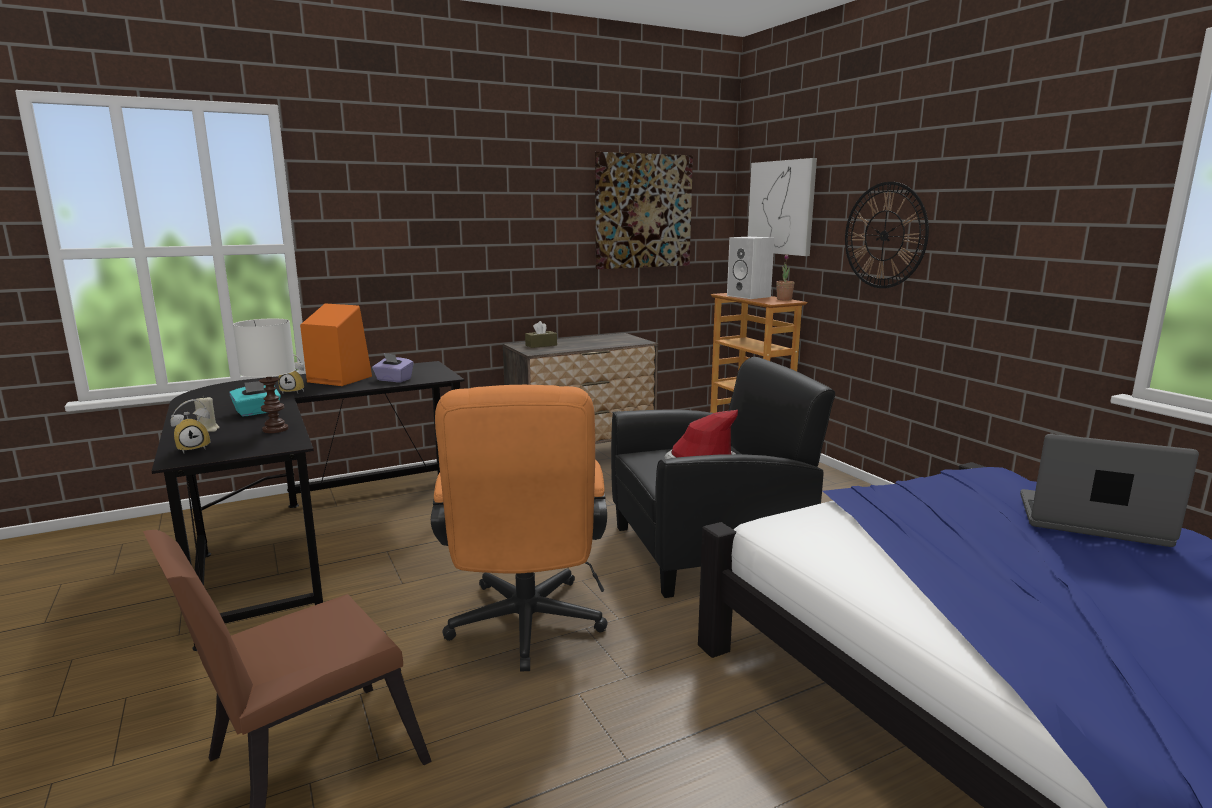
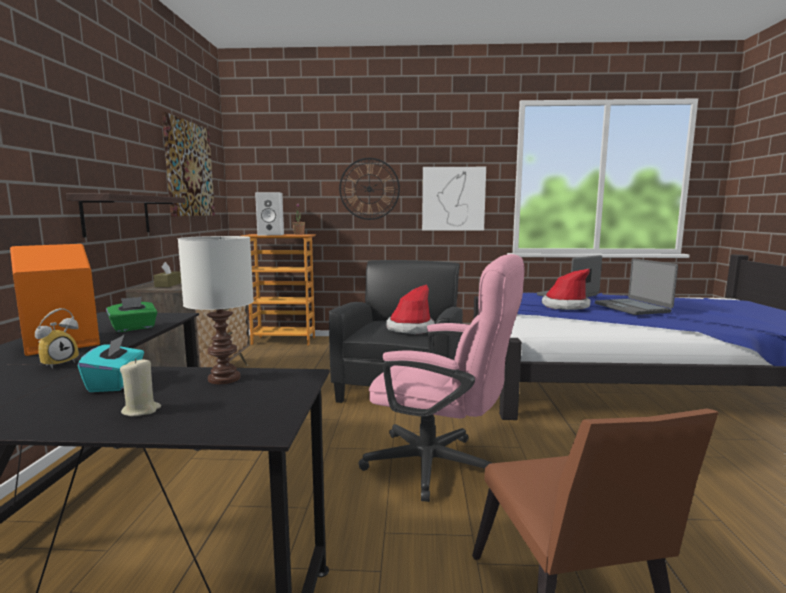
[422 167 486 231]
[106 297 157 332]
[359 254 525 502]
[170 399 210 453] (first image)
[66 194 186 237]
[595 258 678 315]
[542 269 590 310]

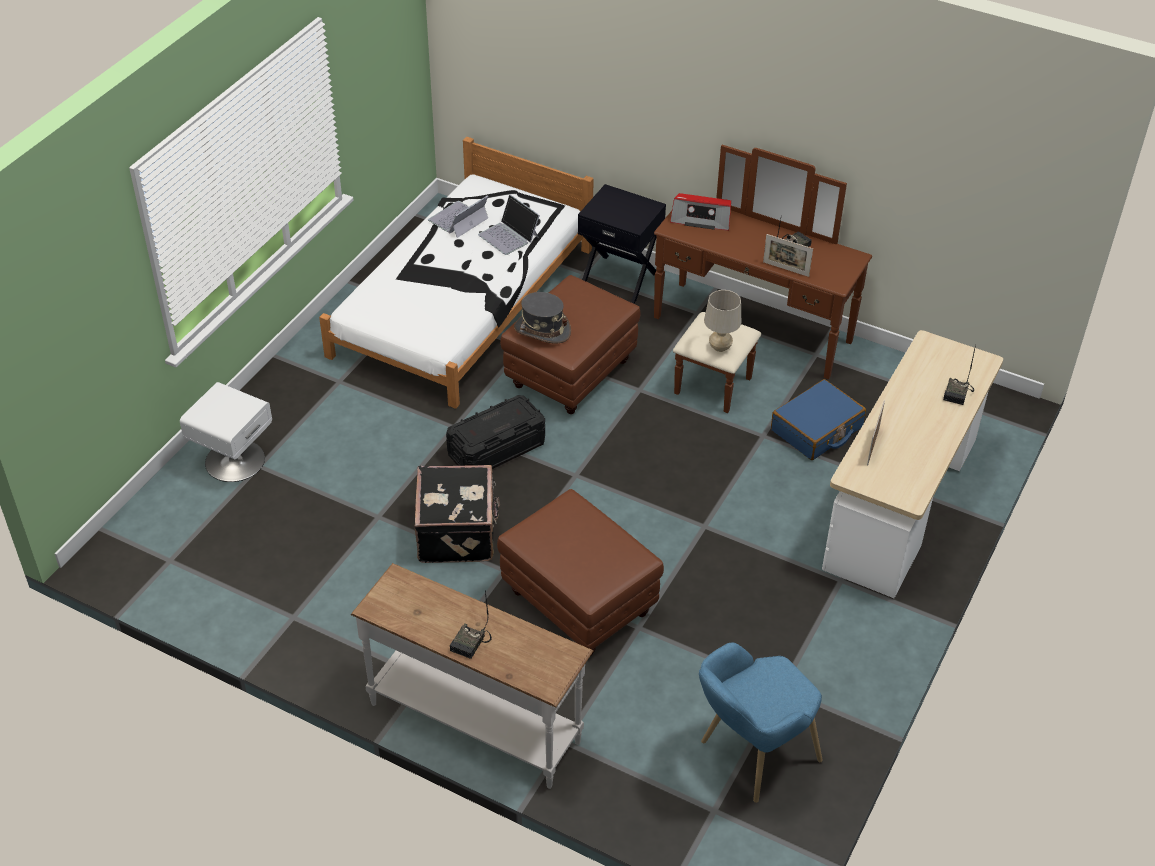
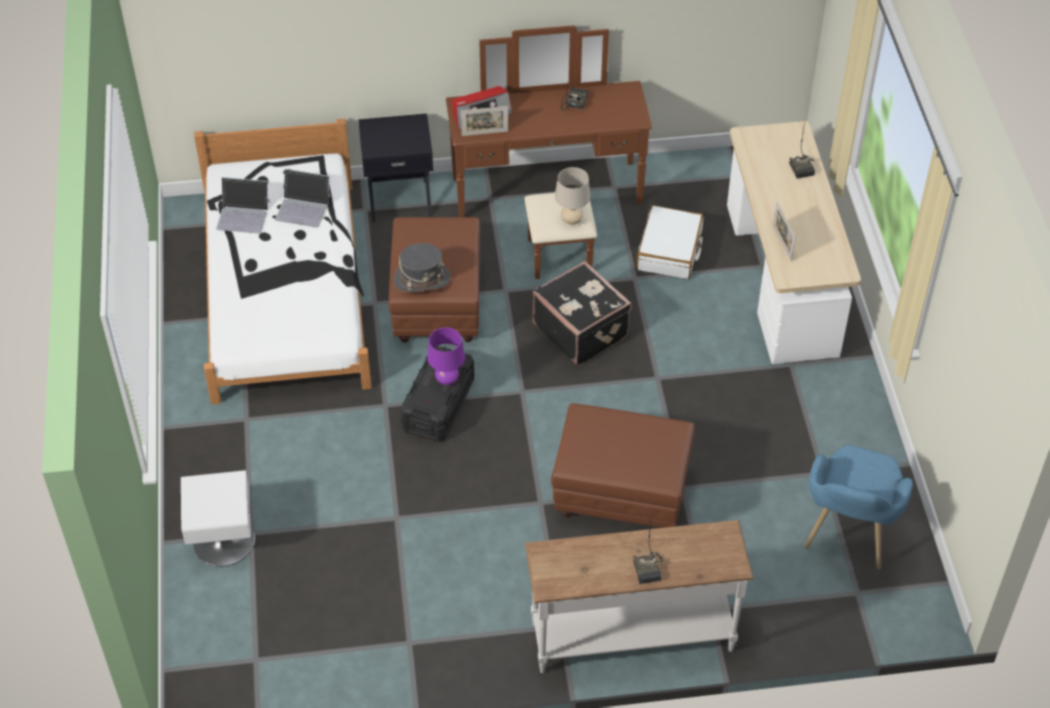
[216 177 270 234]
[461 106 508 136]
[637 205 703 279]
[533 261 632 366]
[427 327 465 385]

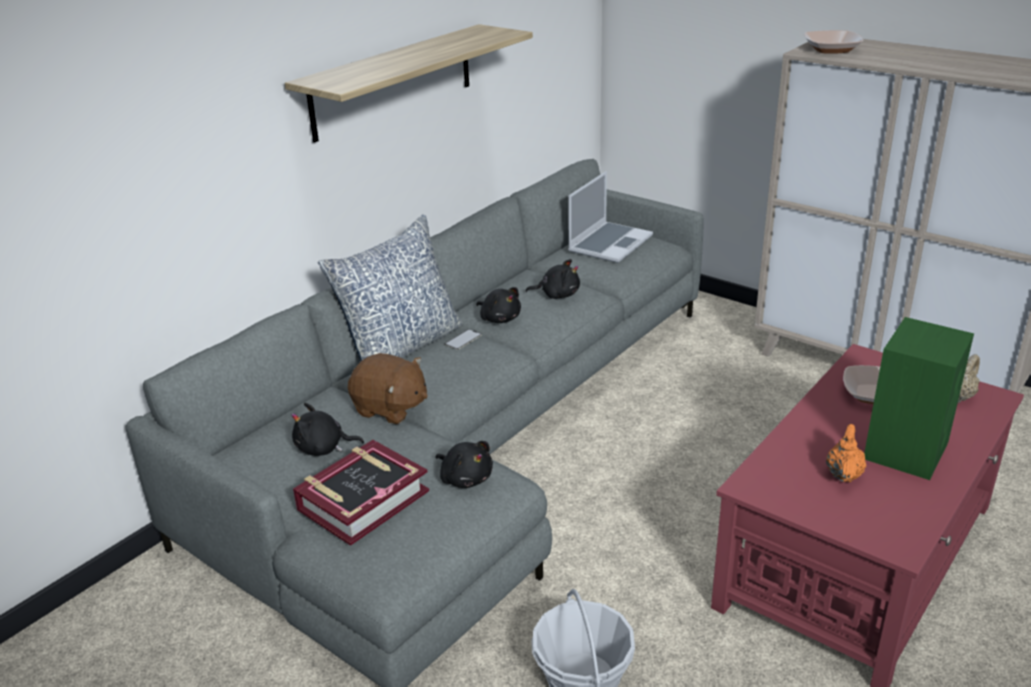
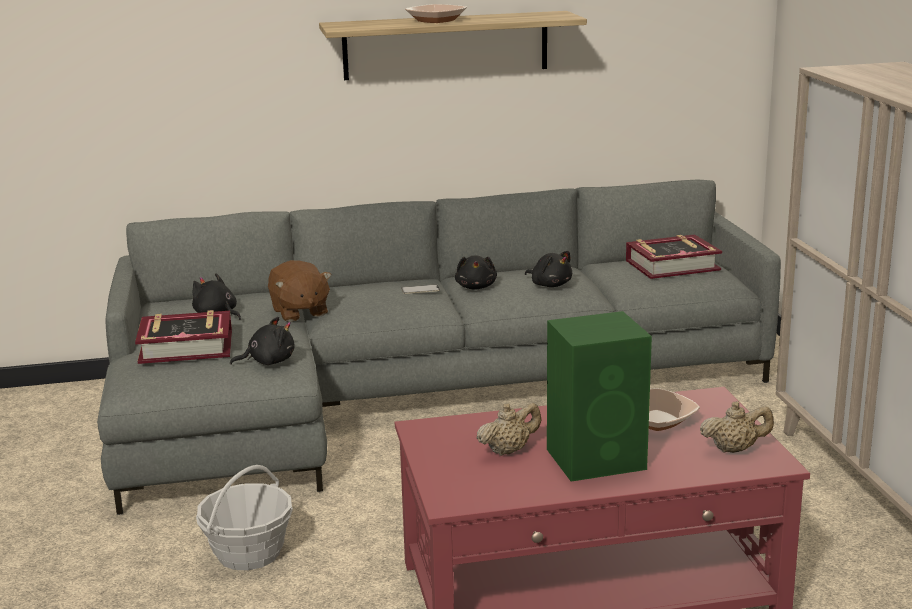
[405 4 467 23]
[626 235 722 279]
[318 215 463 361] (first image)
[477 403 541 456]
[230 317 294 365]

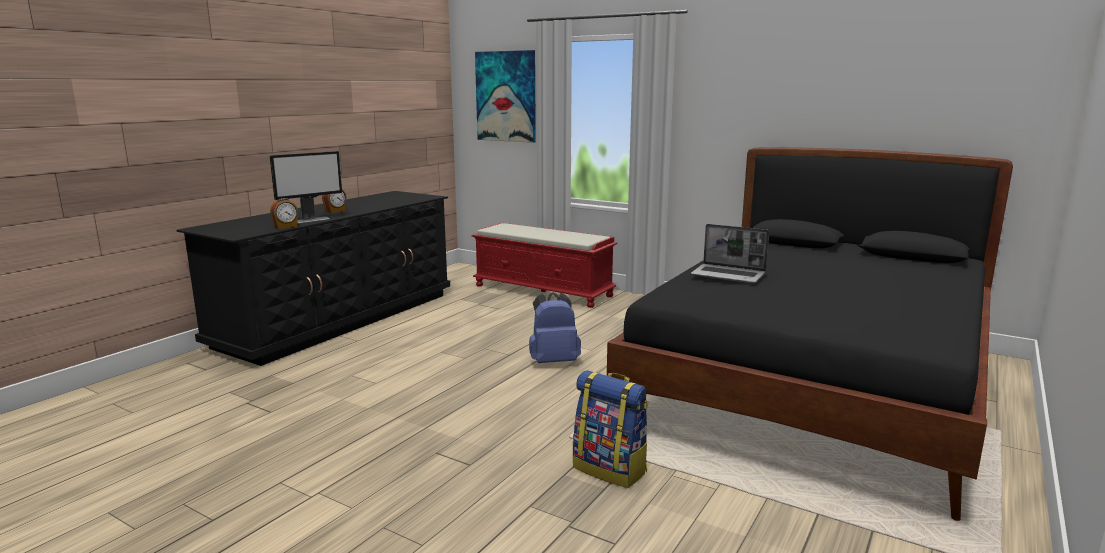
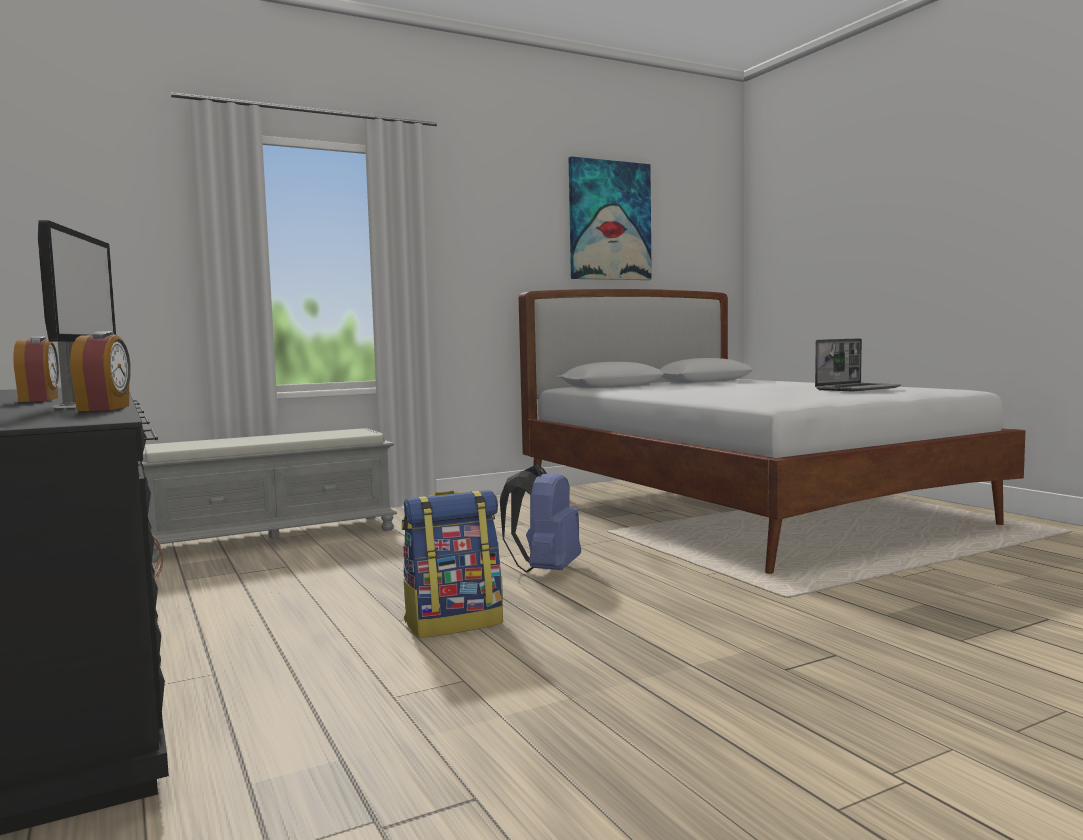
[569 156 652 280]
[519 289 1026 574]
[142 428 397 563]
[815 338 901 391]
[402 490 503 638]

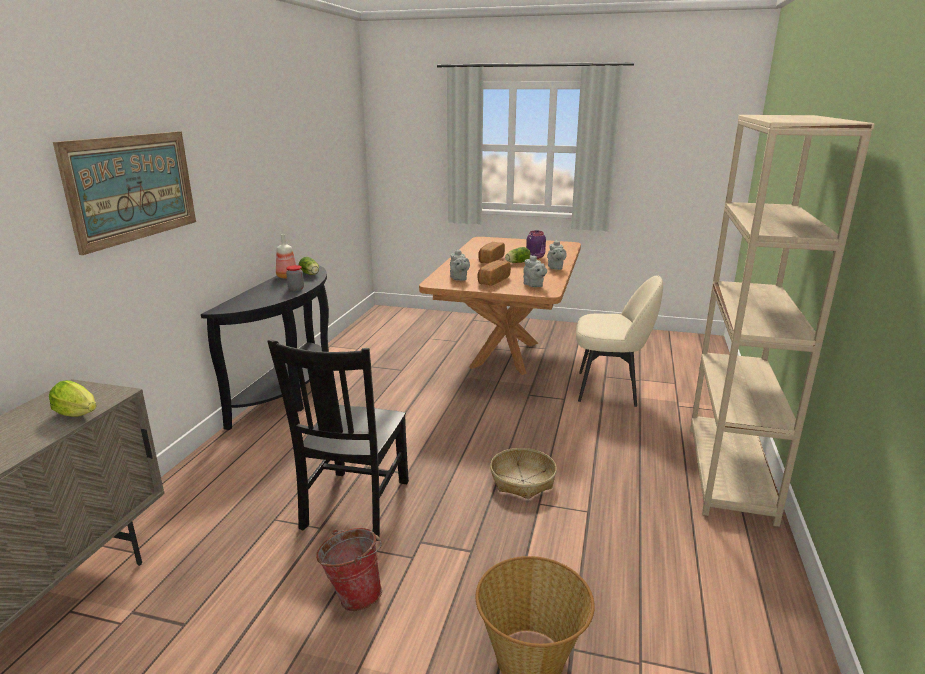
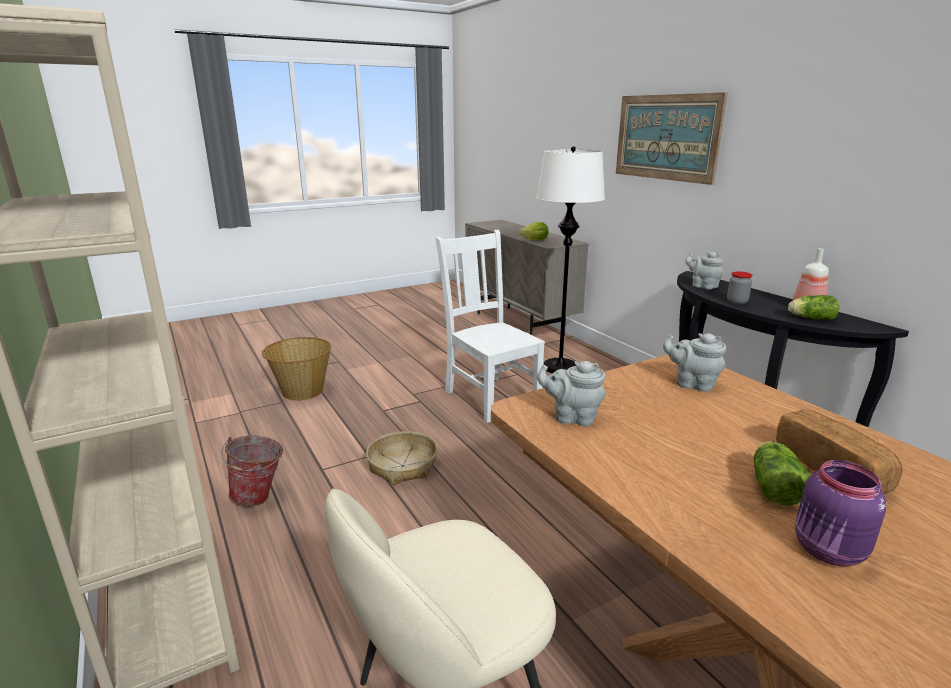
[685 251 724 289]
[478 260 511 286] (first image)
[436 230 545 423]
[221 436 283 506]
[536 146 605 373]

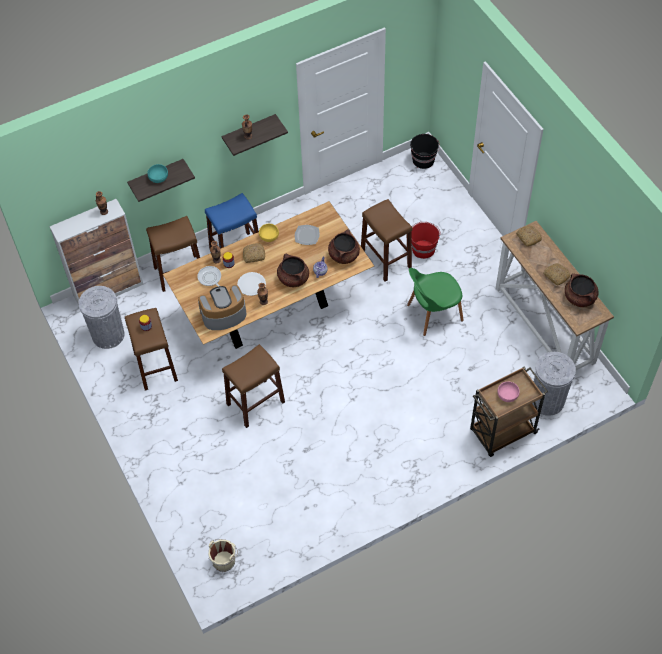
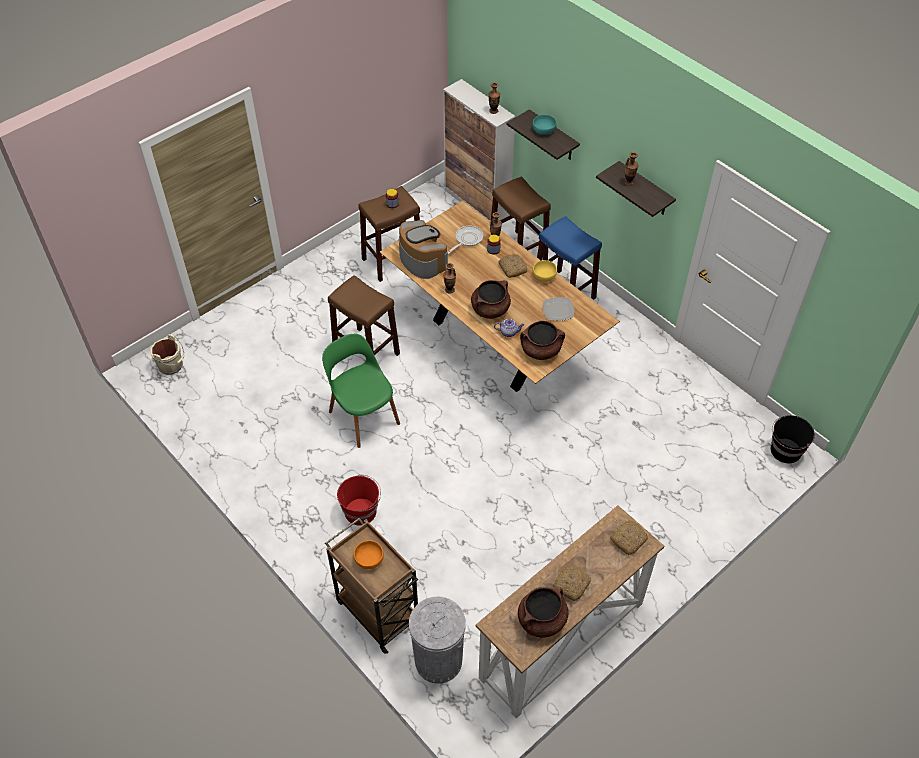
[361 199 412 282] (first image)
[337 475 381 525]
[322 334 400 448]
[237 272 266 296] (first image)
[79 286 124 349] (first image)
[353 540 384 569]

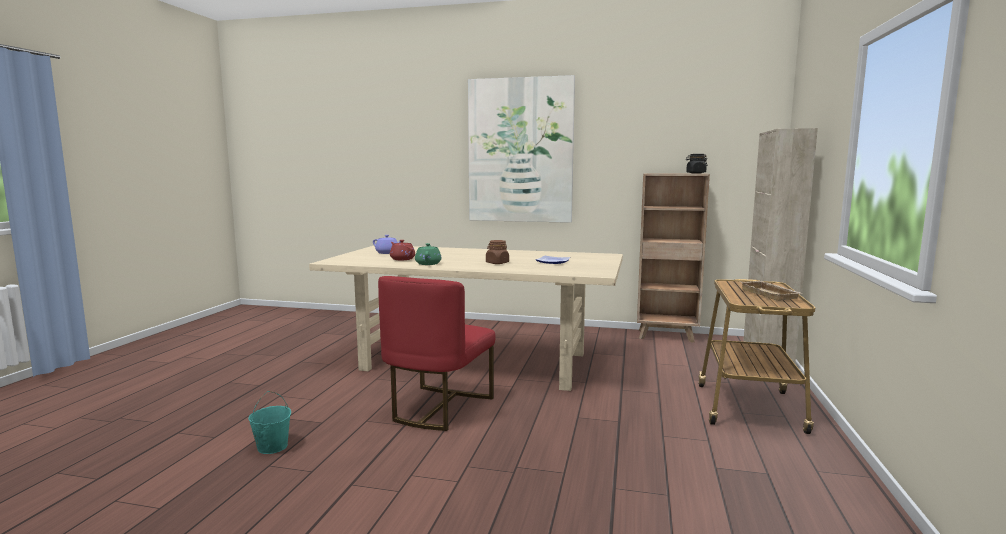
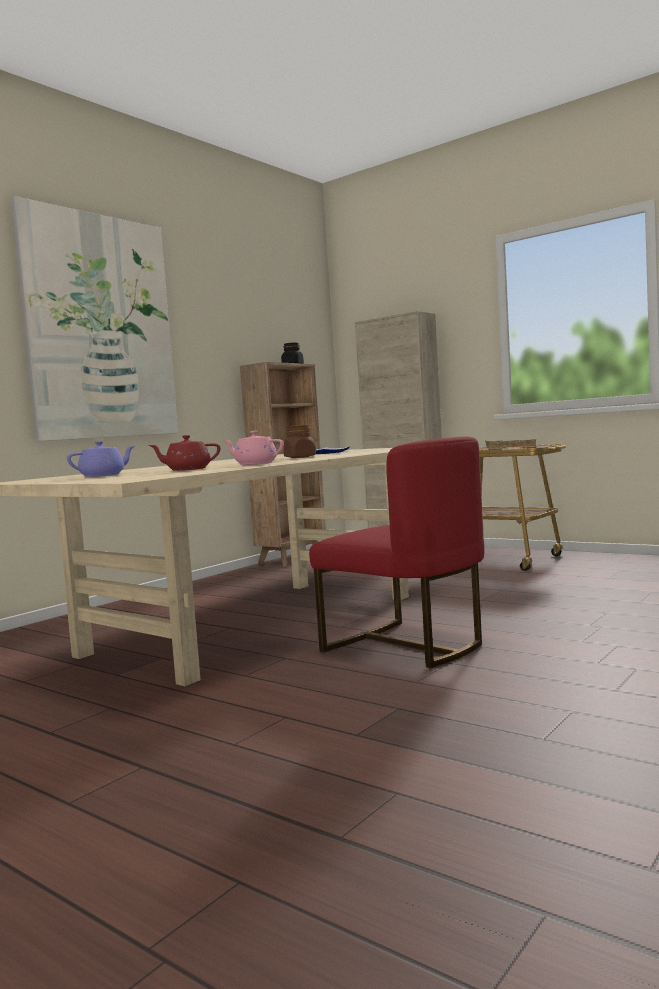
[223 431 284 465]
[248 391 291 454] (first image)

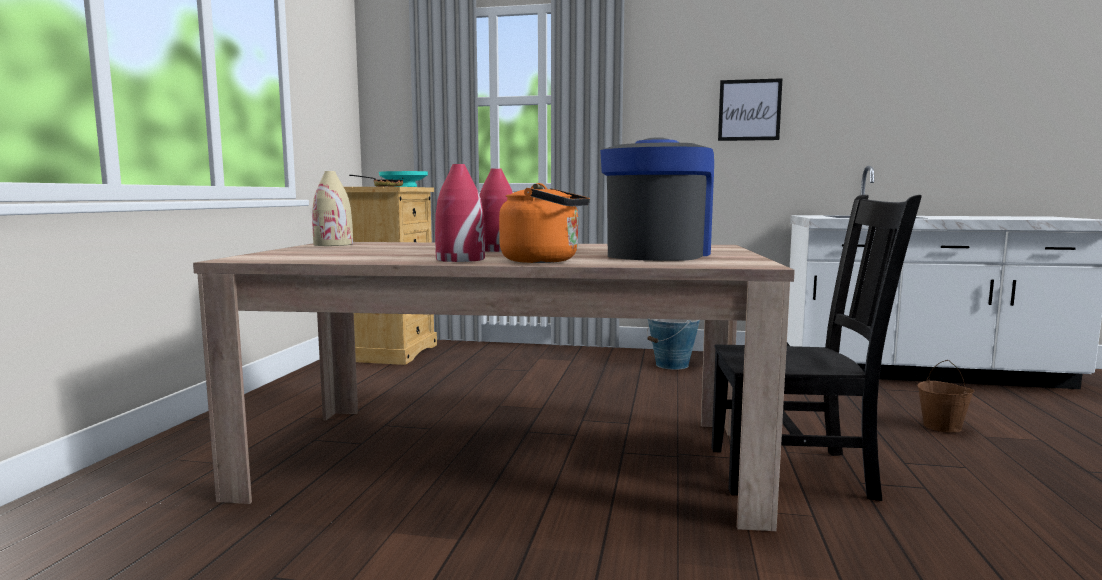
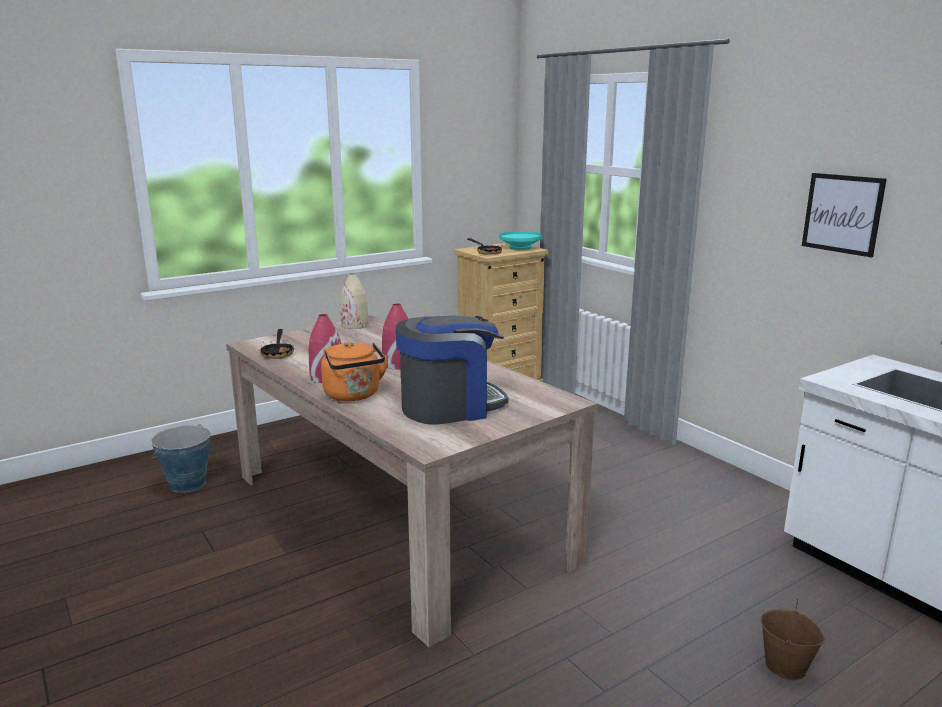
[711 195 922 501] (first image)
[151 424 211 493]
[260 329 294 359]

